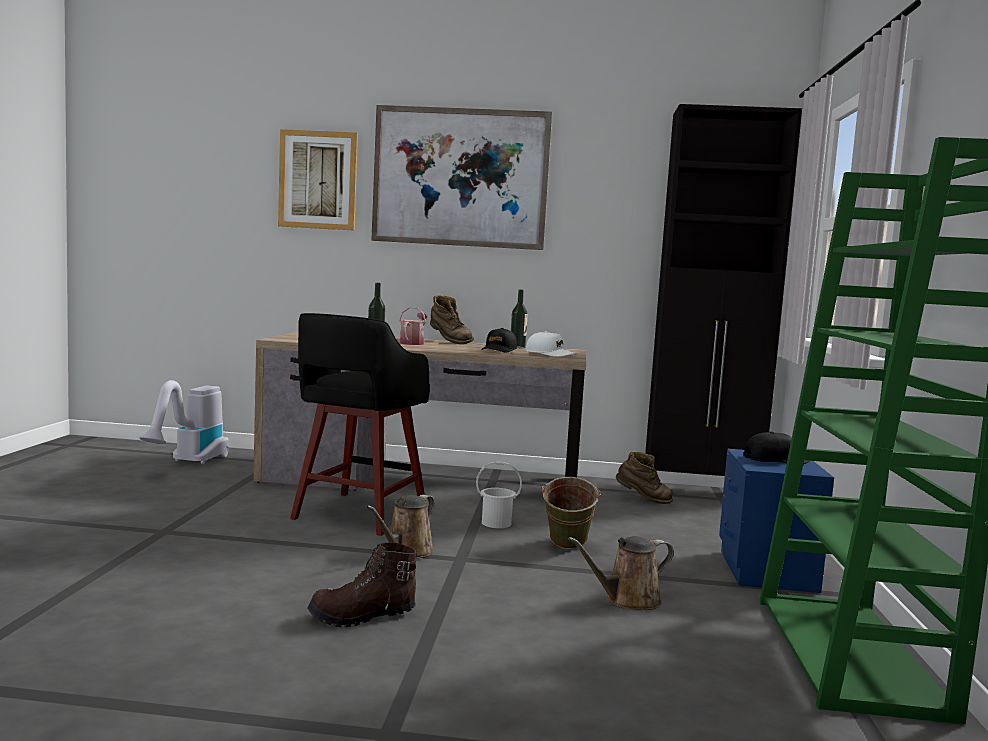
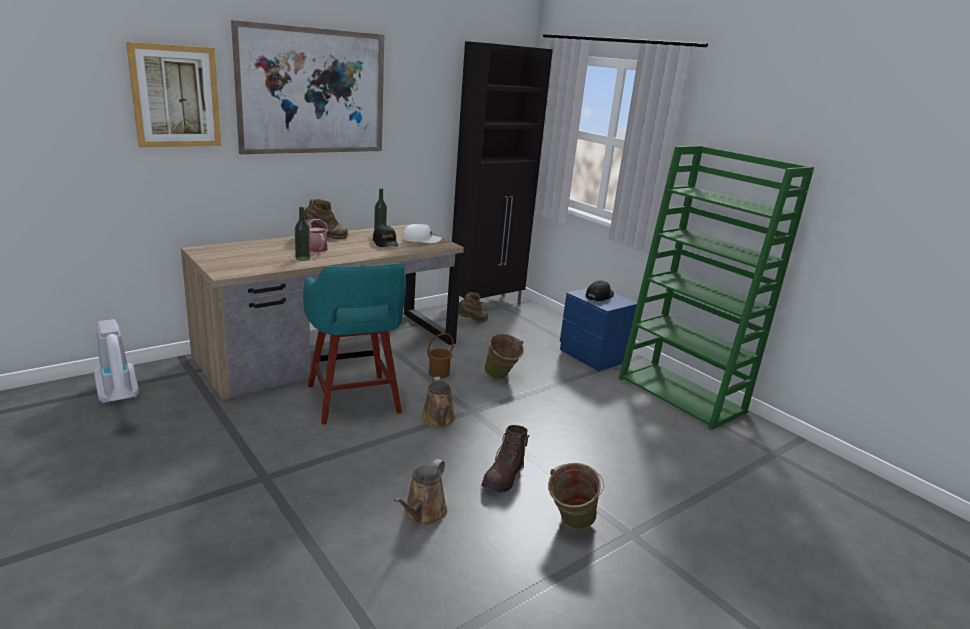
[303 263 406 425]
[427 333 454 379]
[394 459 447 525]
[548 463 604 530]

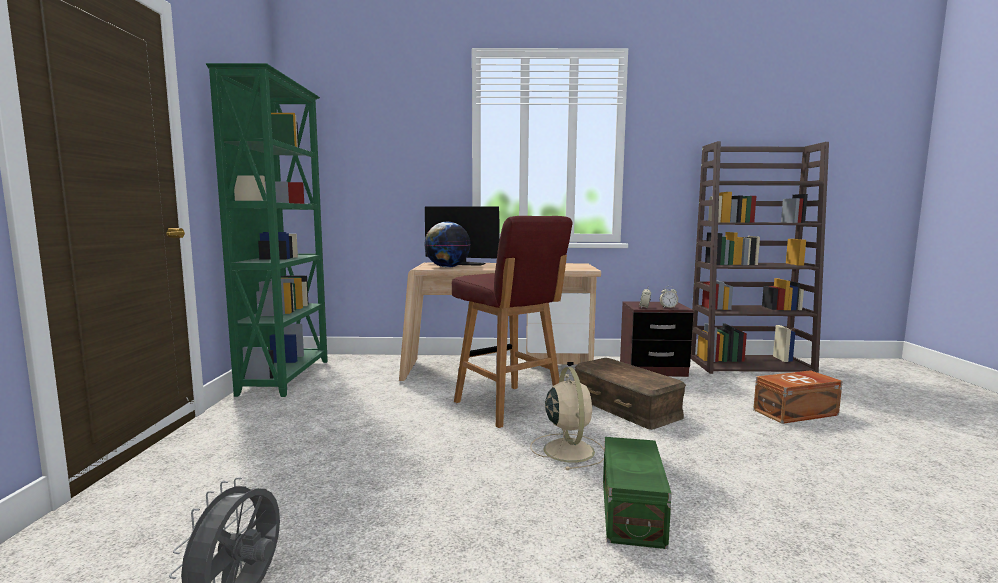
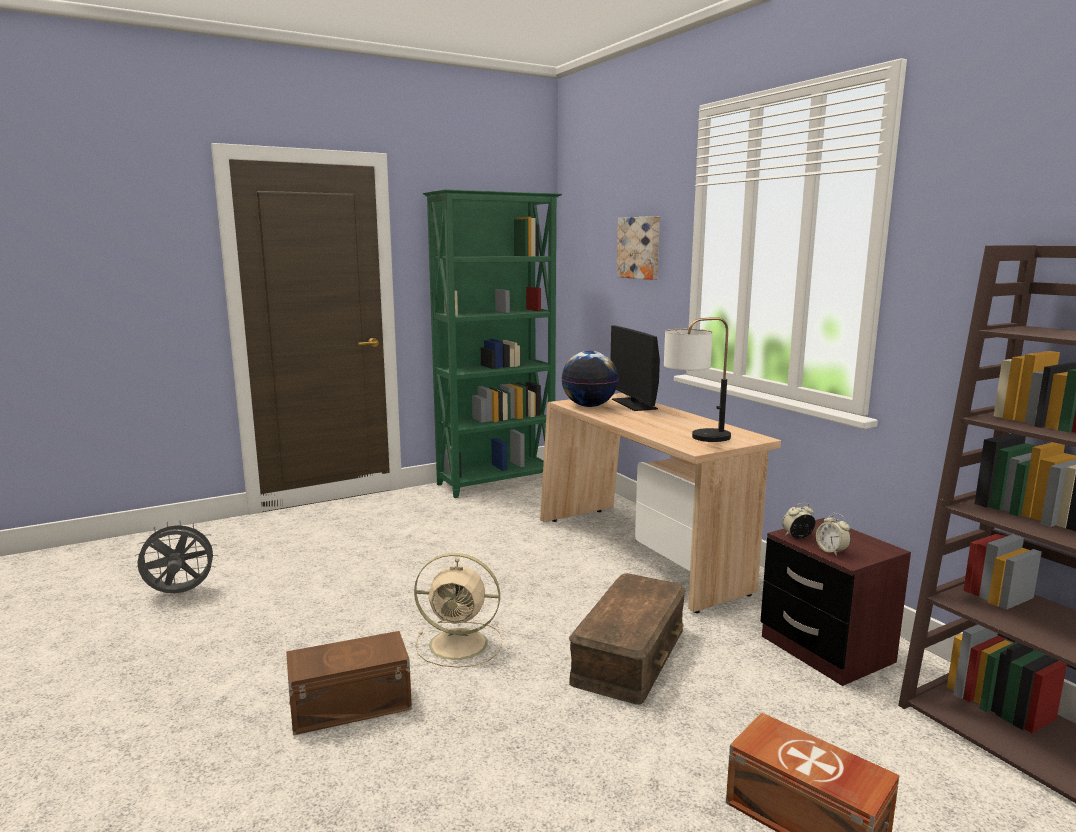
[452 216 573 428] (first image)
[414 553 503 668]
[286 631 412 735]
[616 216 660 280]
[664 317 731 442]

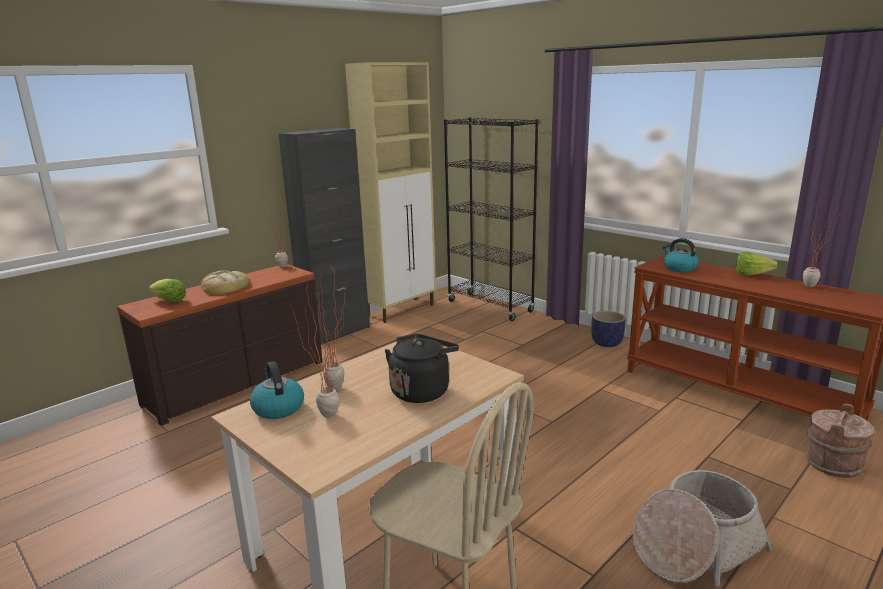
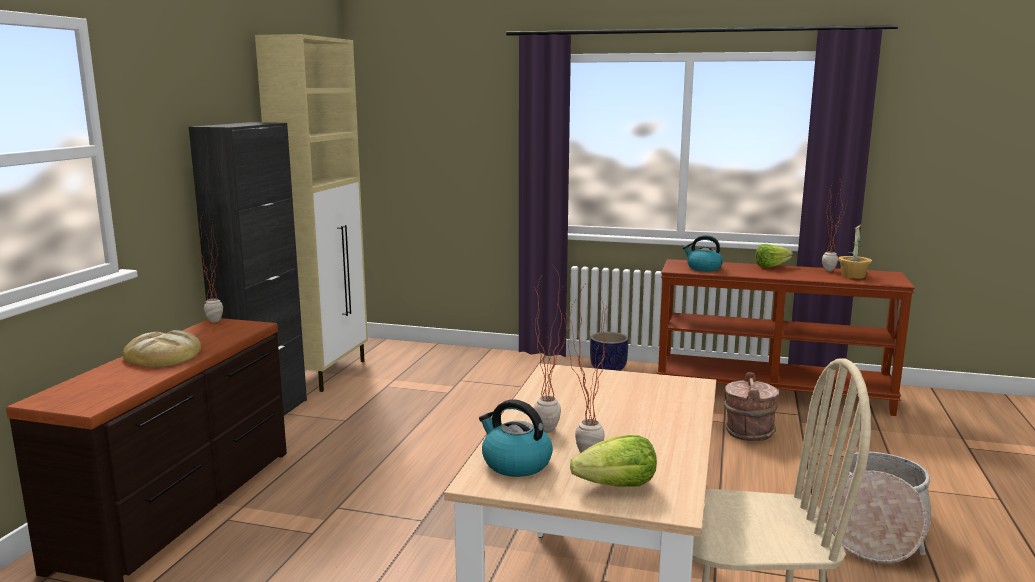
[444 117 539 321] (first image)
[570 435 657 486]
[385 334 459 403] (first image)
[724 372 779 441]
[838 224 872 279]

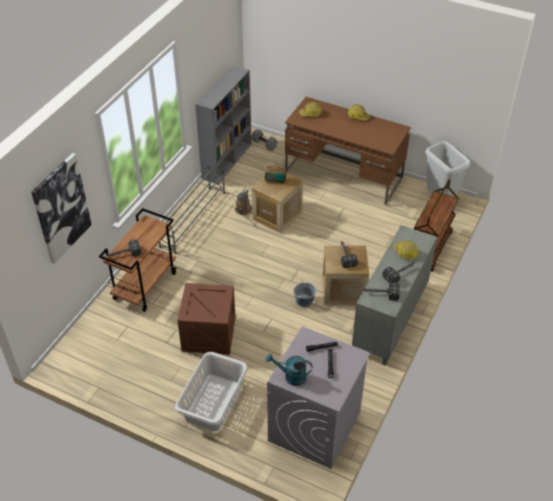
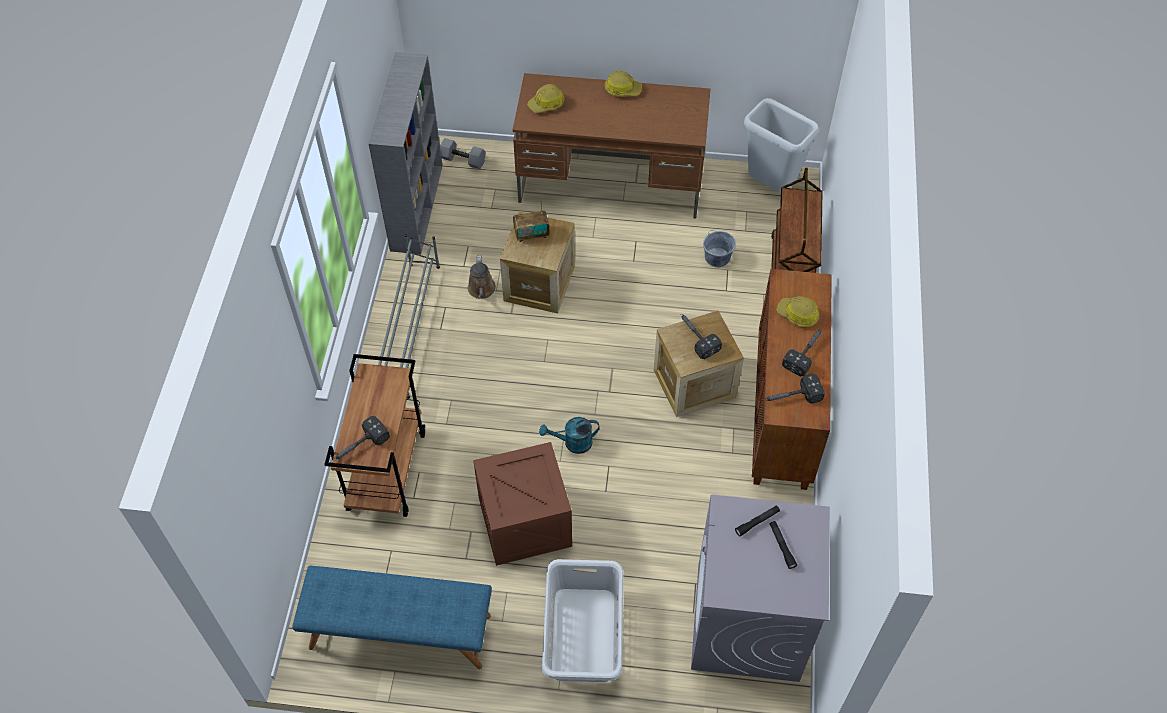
[31 153 92 264] (first image)
[752 269 832 490]
[703 230 736 267]
[539 417 600 454]
[292 566 492 669]

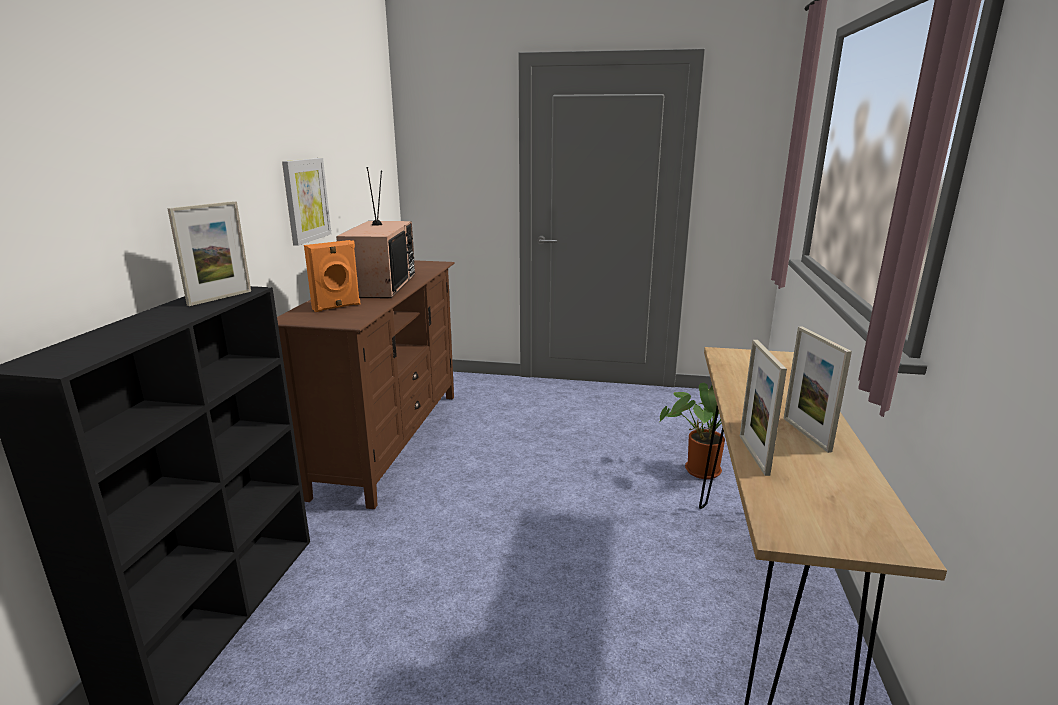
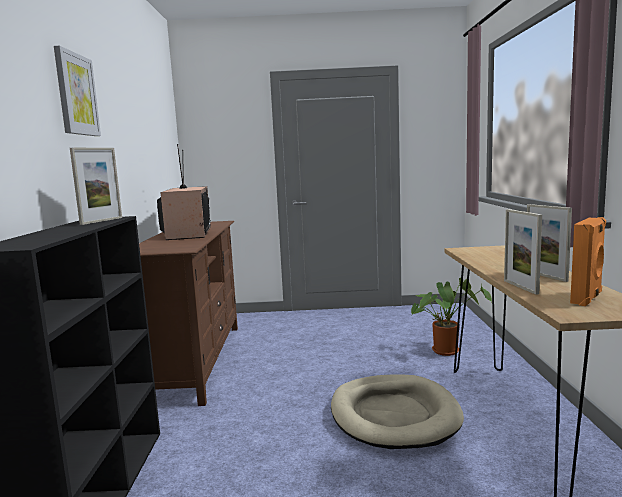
[54 45 101 136]
[570 217 606 306]
[331 374 464 449]

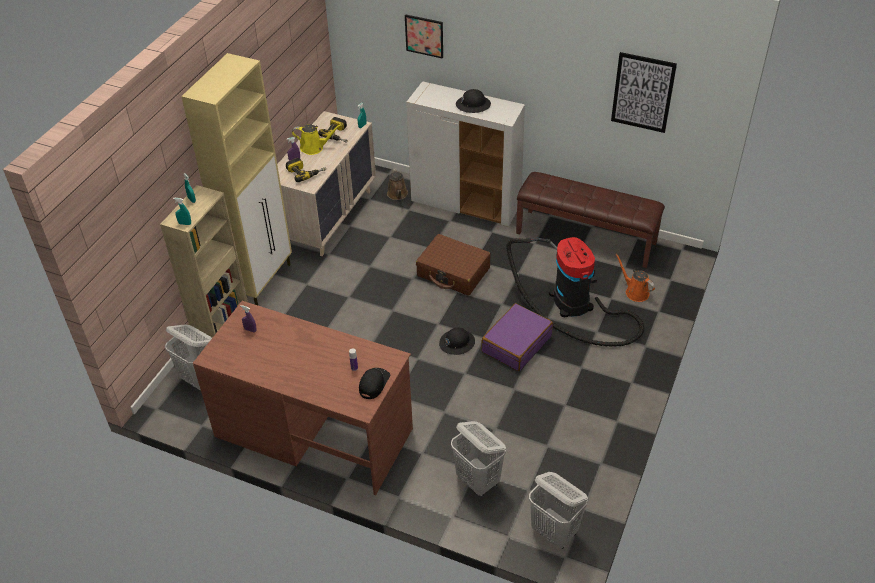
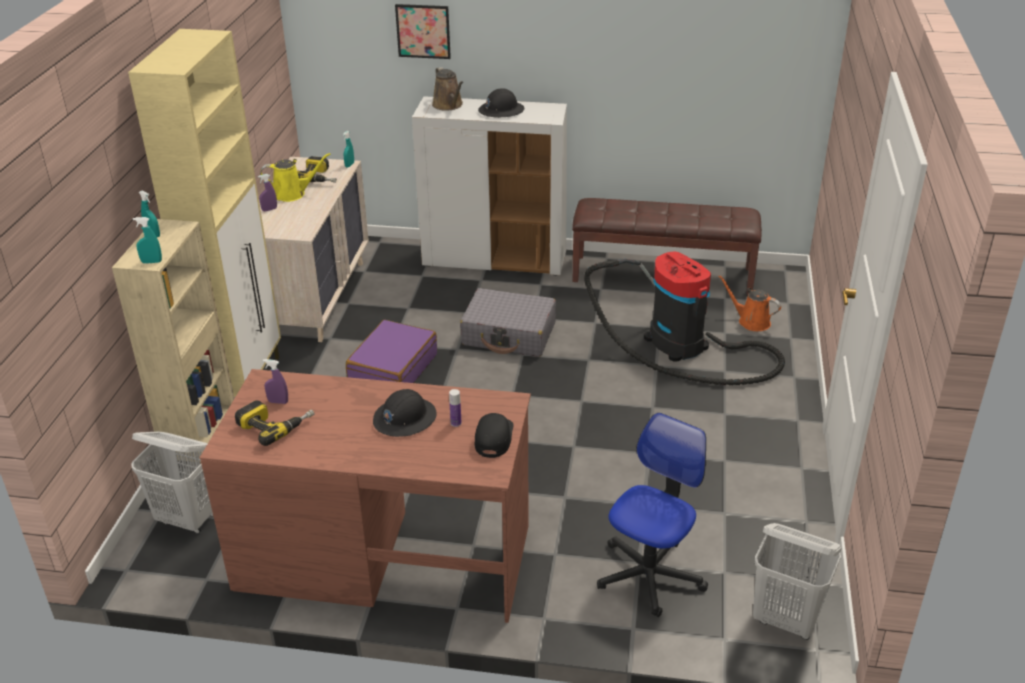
[611 52 677 133] (first image)
[235 400 314 446]
[432 67 463 111]
[460 288 556 357]
[346 320 437 383]
[373 389 437 437]
[597 413 708 617]

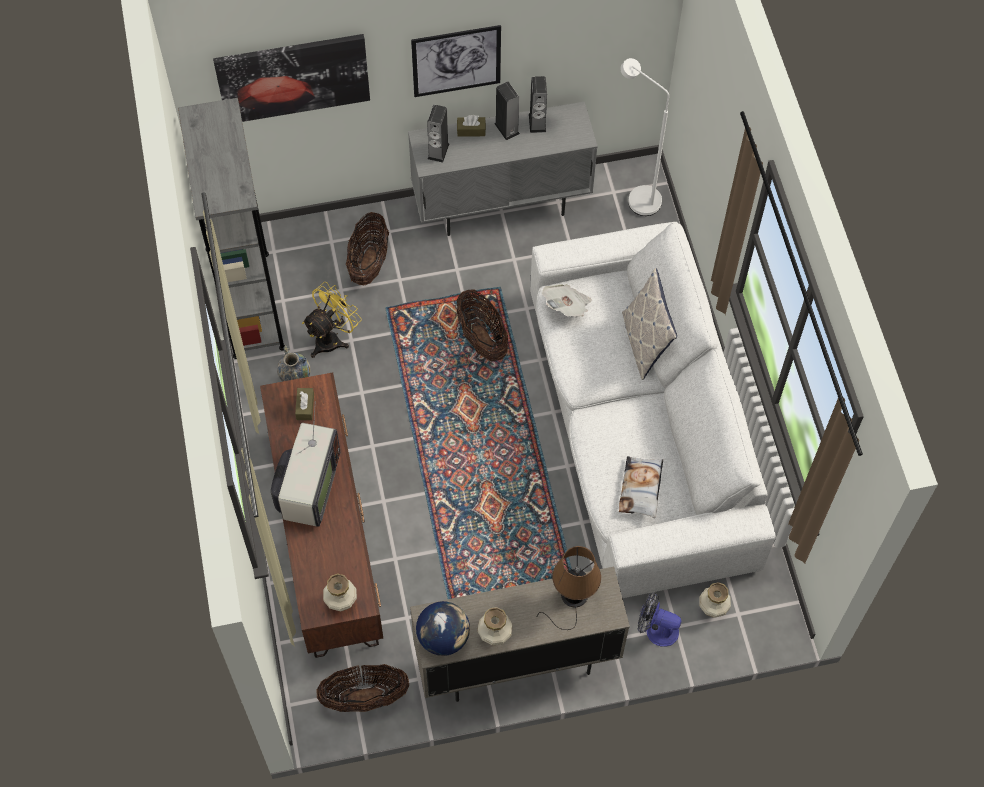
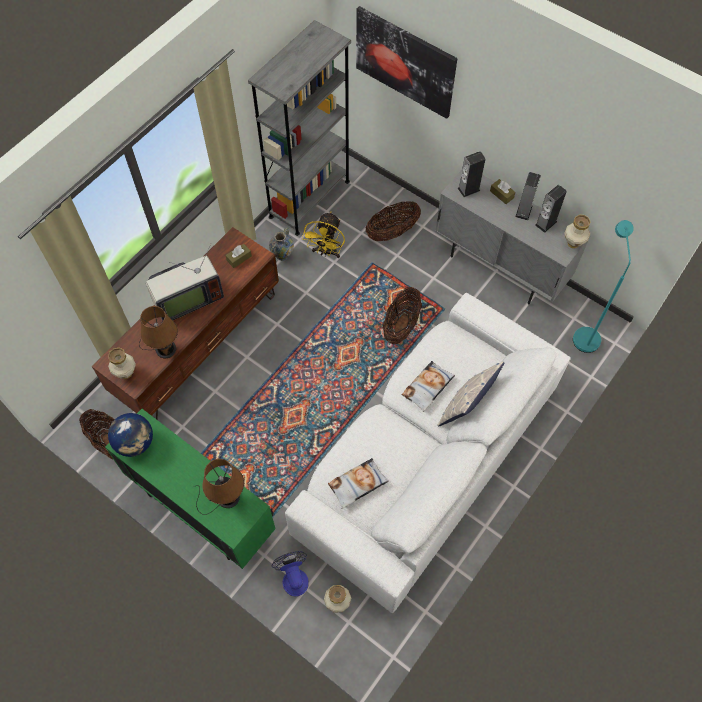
[411 25 501 97] (first image)
[573 220 634 353]
[302 212 345 258]
[542 284 592 317] (first image)
[105 409 276 569]
[564 215 591 248]
[139 306 178 358]
[402 361 455 412]

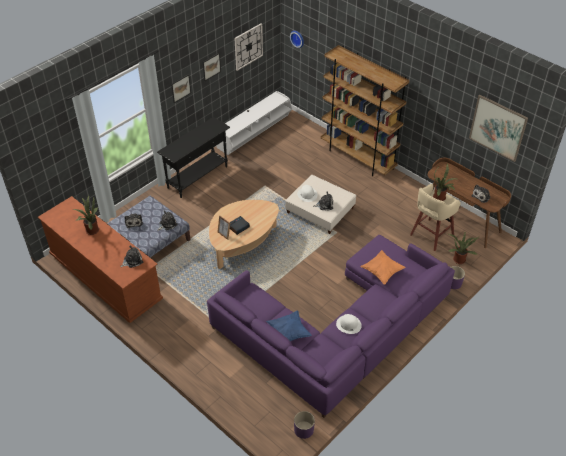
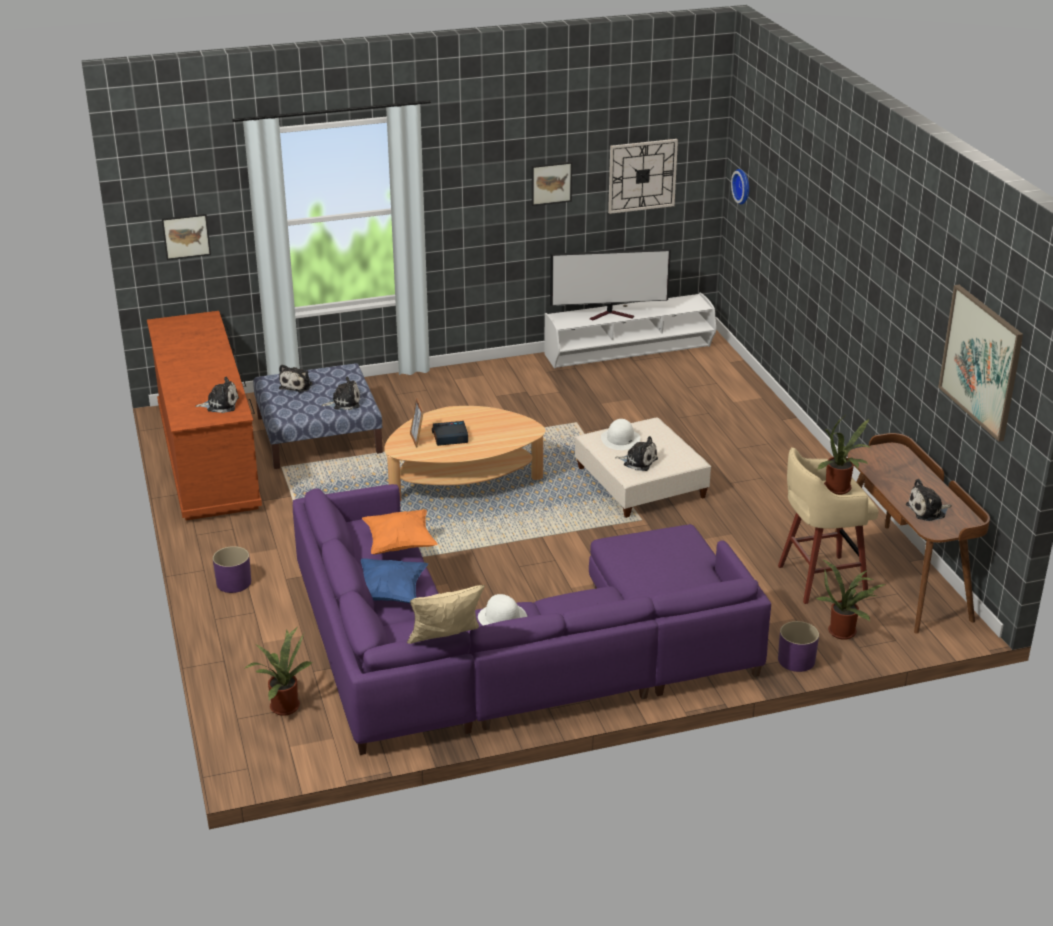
[321 45 409 176] (first image)
[162 214 211 260]
[157 117 230 198] (first image)
[244 627 313 716]
[362 509 438 555]
[213 546 251 593]
[550 249 671 320]
[407 585 485 644]

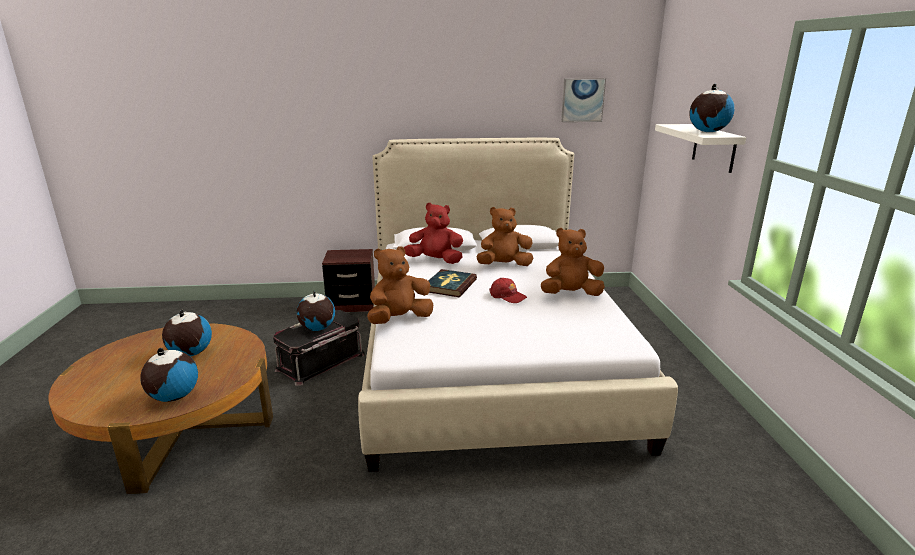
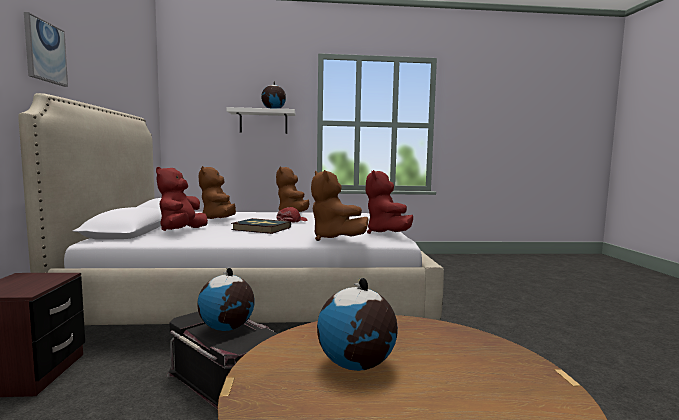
[24 12 68 87]
[140 348 198 402] (first image)
[366 170 413 234]

